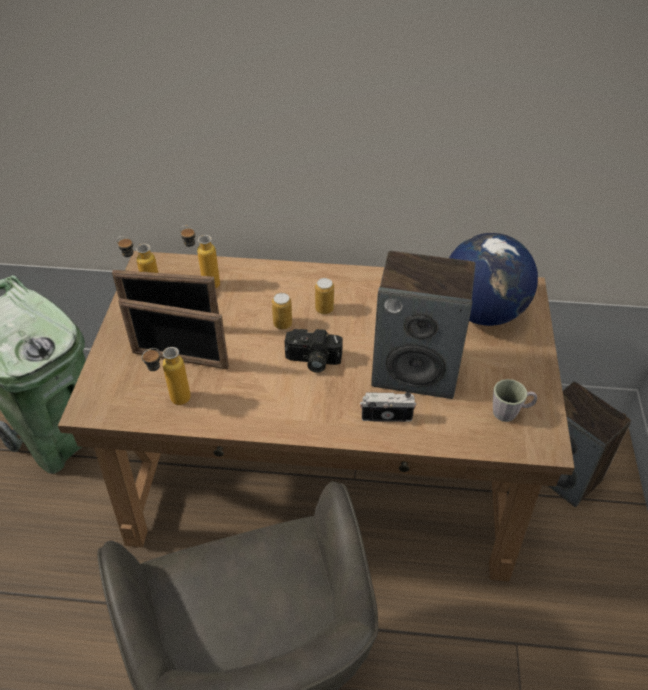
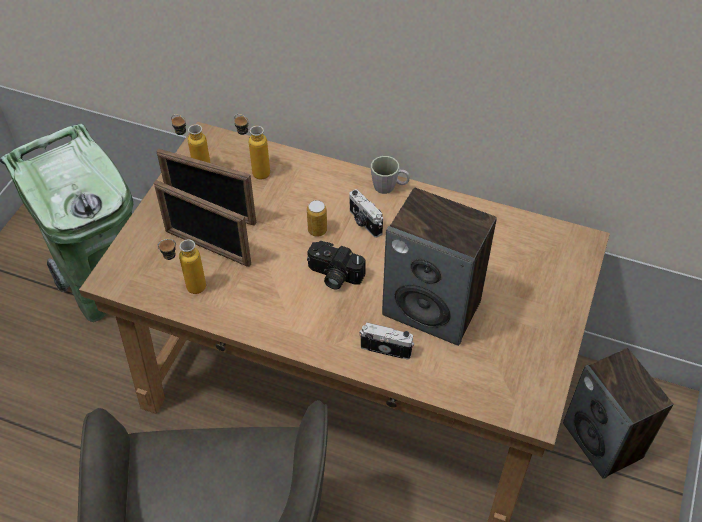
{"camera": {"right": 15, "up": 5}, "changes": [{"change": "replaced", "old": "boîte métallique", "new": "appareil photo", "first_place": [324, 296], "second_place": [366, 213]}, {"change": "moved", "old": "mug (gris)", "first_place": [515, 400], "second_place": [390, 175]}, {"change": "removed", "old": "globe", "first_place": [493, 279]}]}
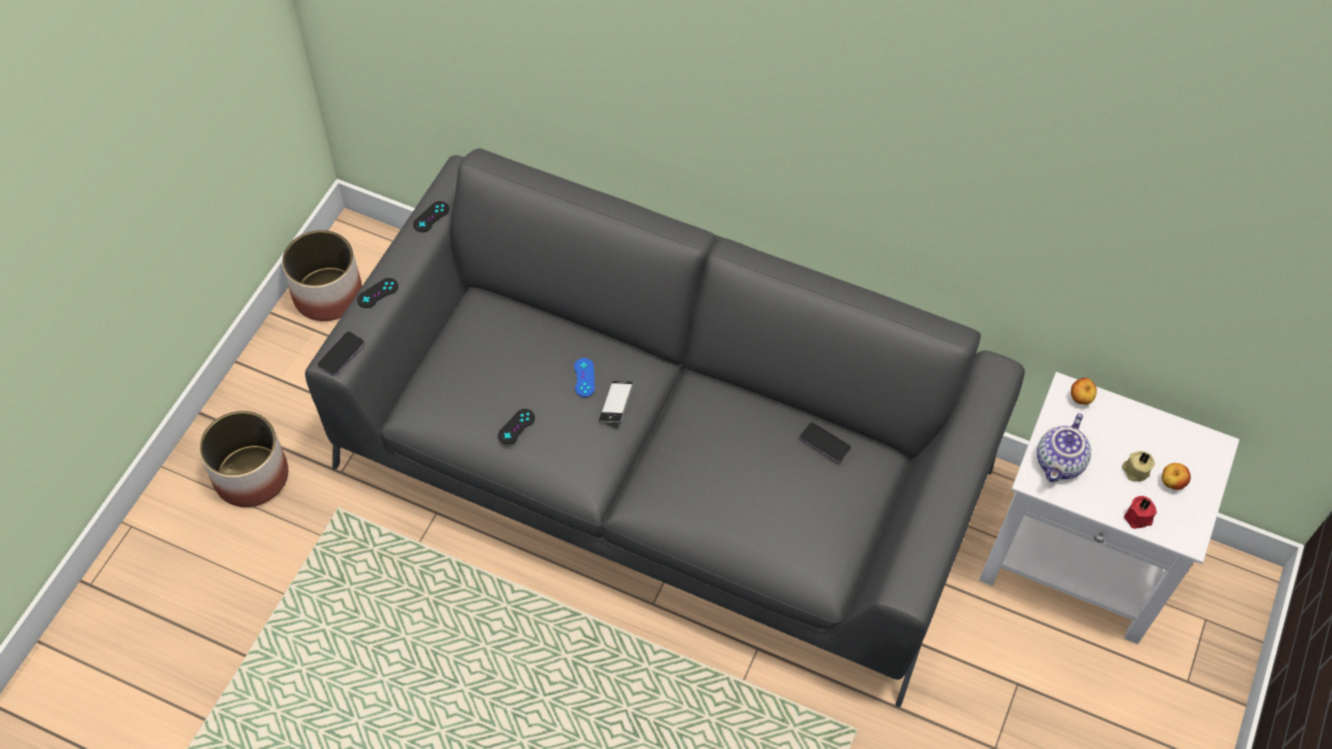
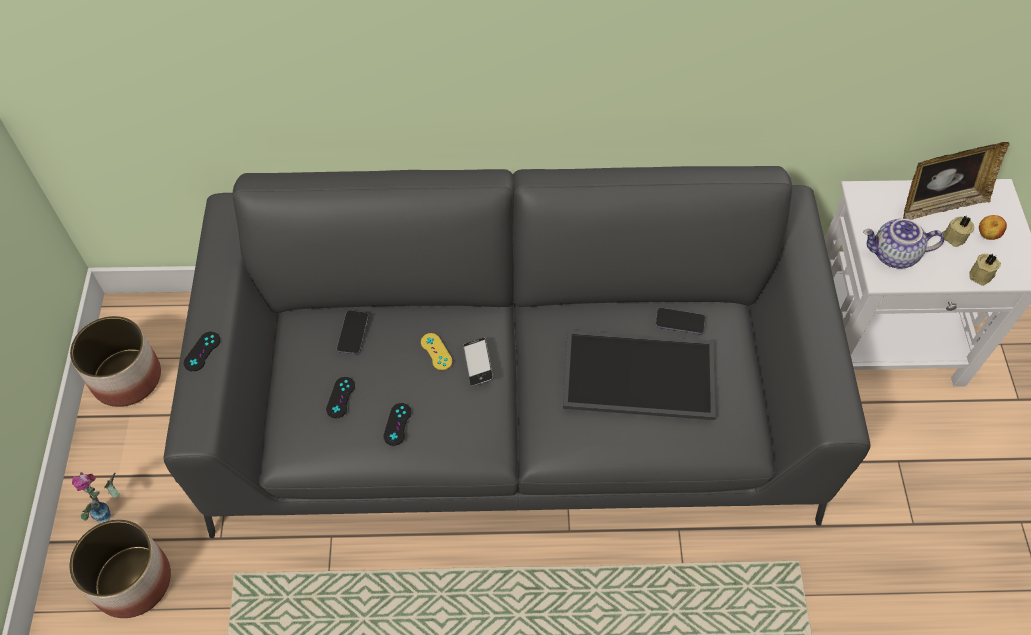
{"camera": {"right": -25, "up": 0}, "changes": [{"change": "added", "new": "vase", "second_place": [96, 497]}, {"change": "moved", "old": "manette (noir)", "first_place": [431, 216], "second_place": [340, 397]}, {"change": "moved", "old": "téléphone", "first_place": [341, 353], "second_place": [353, 332]}, {"change": "recoloured", "old": "manette (bleu)", "new": "manette (jaune)", "first_place": [584, 377], "second_place": [437, 351]}, {"change": "added", "new": "plateau", "second_place": [639, 375]}, {"change": "turned", "old": "théière", "first_place": [1064, 447], "second_place": [903, 244], "degrees": 90}, {"change": "added", "new": "cadre photo", "second_place": [956, 181]}, {"change": "recoloured", "old": "bougie (rouge)", "new": "bougie (beige)", "first_place": [1140, 512], "second_place": [985, 270]}, {"change": "removed", "old": "pomme", "first_place": [1084, 391]}]}
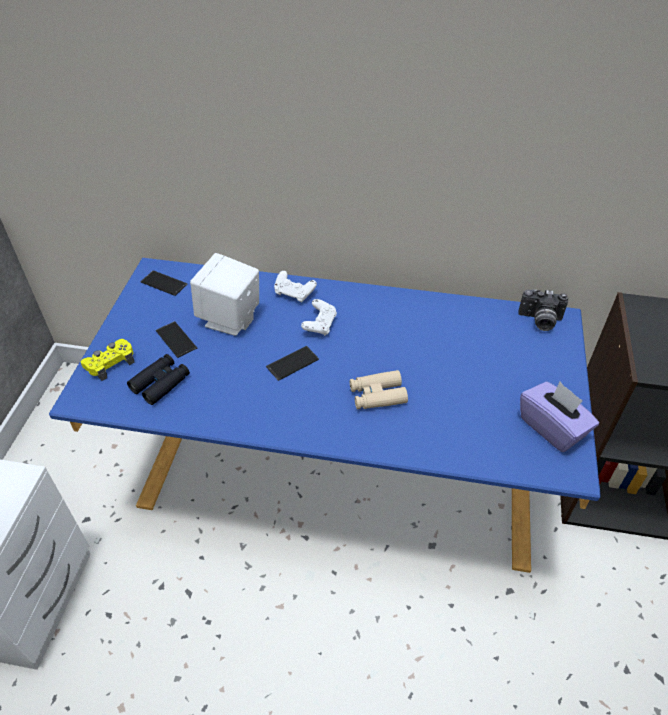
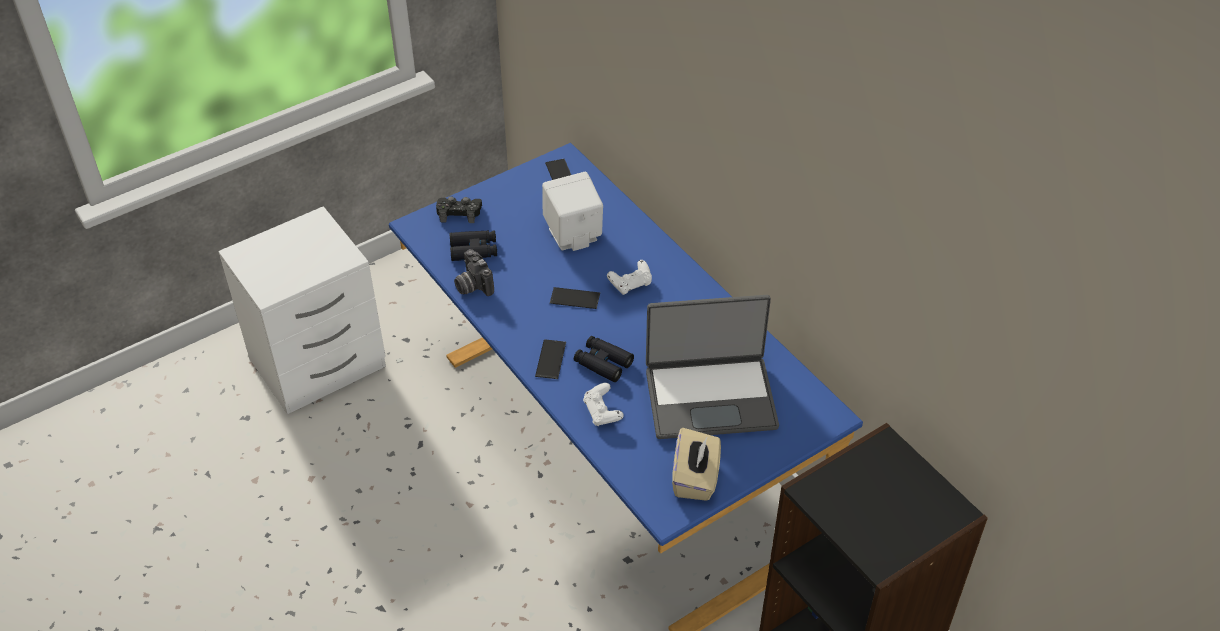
{"camera": {"right": 45, "up": 0}, "changes": [{"change": "recoloured", "old": "manette (jaune)", "new": "manette (noir)", "first_place": [107, 360], "second_place": [459, 210]}, {"change": "moved", "old": "appareil photo", "first_place": [543, 310], "second_place": [474, 272]}, {"change": "moved", "old": "téléphone", "first_place": [176, 339], "second_place": [550, 359]}, {"change": "recoloured", "old": "jumelles (beige)", "new": "jumelles (noir)", "first_place": [379, 389], "second_place": [604, 359]}, {"change": "moved", "old": "manette (blanc)", "first_place": [295, 286], "second_place": [603, 404]}, {"change": "added", "new": "ordinateur portable", "second_place": [712, 367]}, {"change": "recoloured", "old": "boîte à mouchoirs (violet)", "new": "boîte à mouchoirs (beige)", "first_place": [559, 416], "second_place": [696, 464]}]}
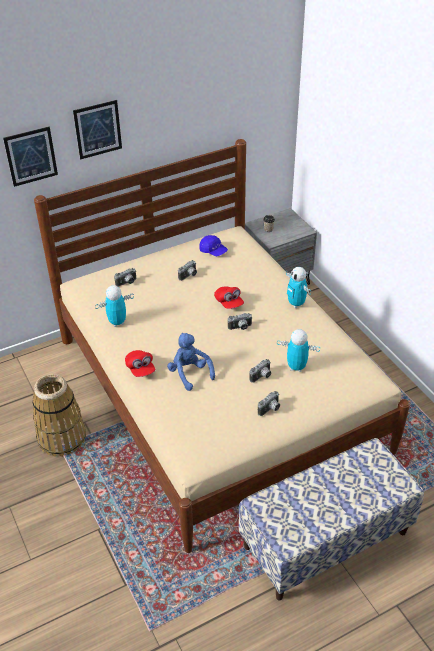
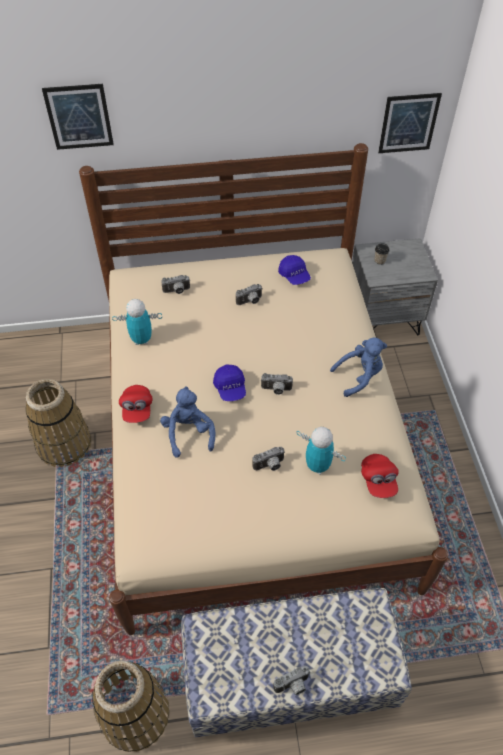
{"camera": {"right": 20, "up": 10}, "changes": [{"change": "added", "new": "panier", "second_place": [131, 706]}, {"change": "added", "new": "casquette (bleu)", "second_place": [229, 383]}, {"change": "moved", "old": "appareil photo", "first_place": [269, 403], "second_place": [291, 680]}, {"change": "replaced", "old": "robot jouet", "new": "peluche (bleu)", "first_place": [298, 287], "second_place": [358, 367]}, {"change": "moved", "old": "casquette (rouge)", "first_place": [229, 297], "second_place": [380, 476]}, {"change": "moved", "old": "tableau", "first_place": [97, 129], "second_place": [410, 123]}]}
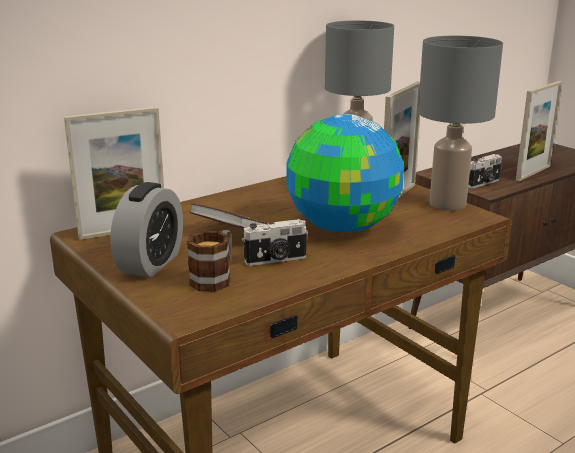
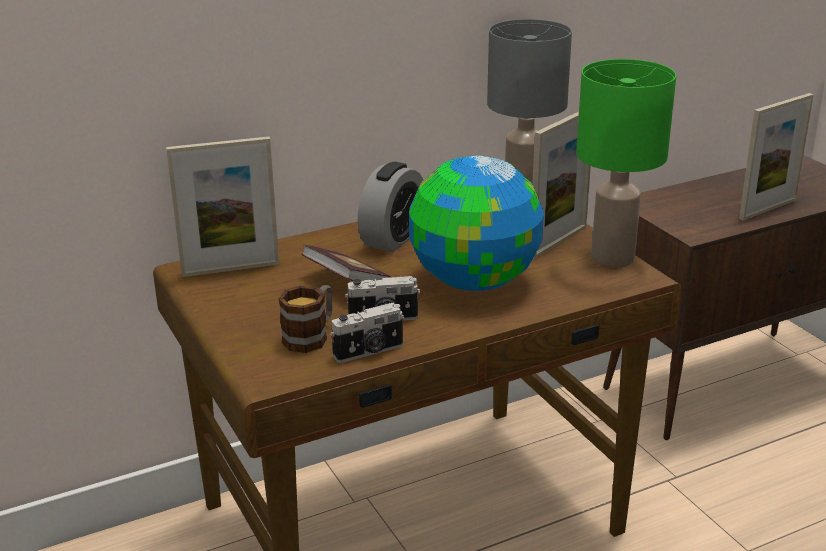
{"camera": {"right": 10, "up": 5}, "changes": [{"change": "moved", "old": "appareil photo", "first_place": [485, 171], "second_place": [367, 333]}, {"change": "moved", "old": "réveil", "first_place": [146, 229], "second_place": [390, 207]}, {"change": "recoloured", "old": "lampe de table (gris)", "new": "lampe de table (vert)", "first_place": [460, 123], "second_place": [626, 163]}]}
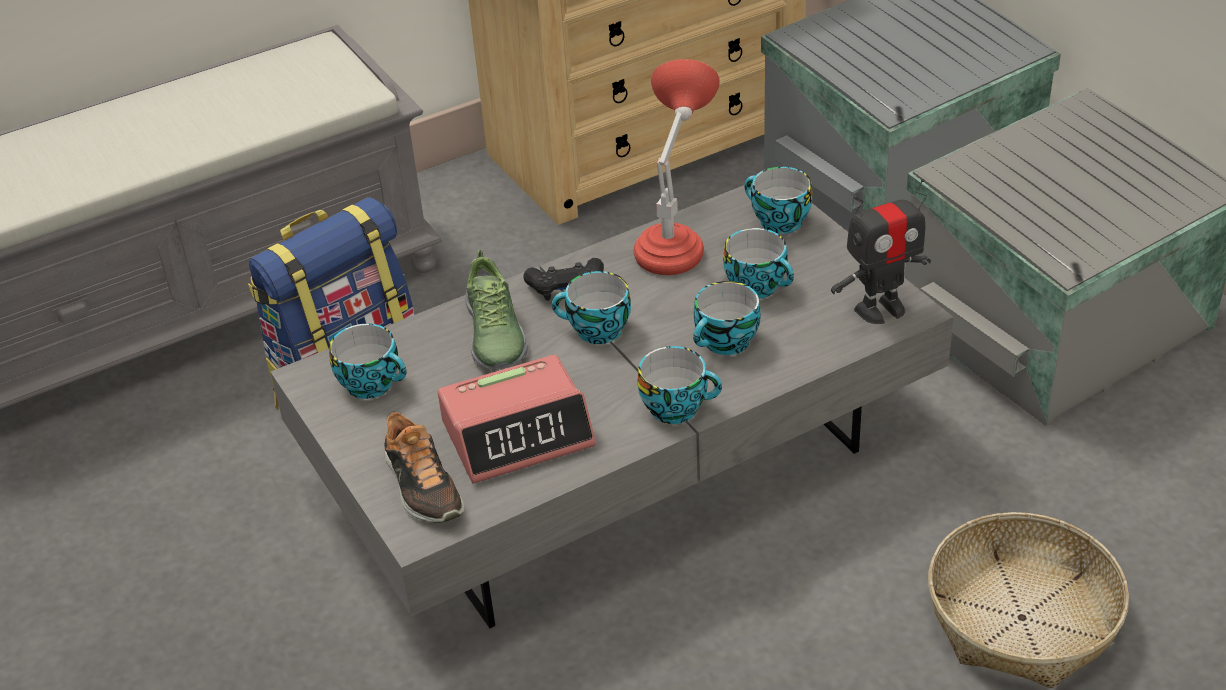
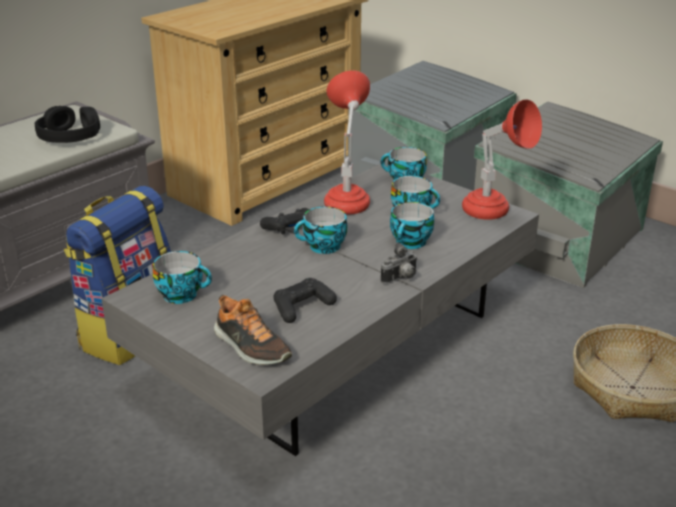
{"camera": {"right": -20, "up": -10}, "changes": [{"change": "added", "new": "casque audio (noir)", "second_place": [67, 124]}, {"change": "replaced", "old": "réveil", "new": "manette (noir)", "first_place": [517, 419], "second_place": [305, 300]}, {"change": "replaced", "old": "tasse", "new": "appareil photo", "first_place": [679, 385], "second_place": [399, 263]}, {"change": "replaced", "old": "robot jouet", "new": "lampe de table (rouge)", "first_place": [881, 251], "second_place": [502, 159]}, {"change": "removed", "old": "chaussure", "first_place": [496, 309]}]}
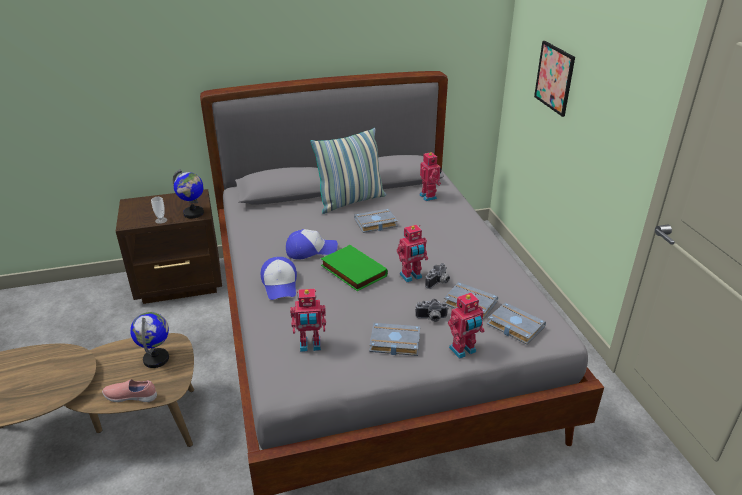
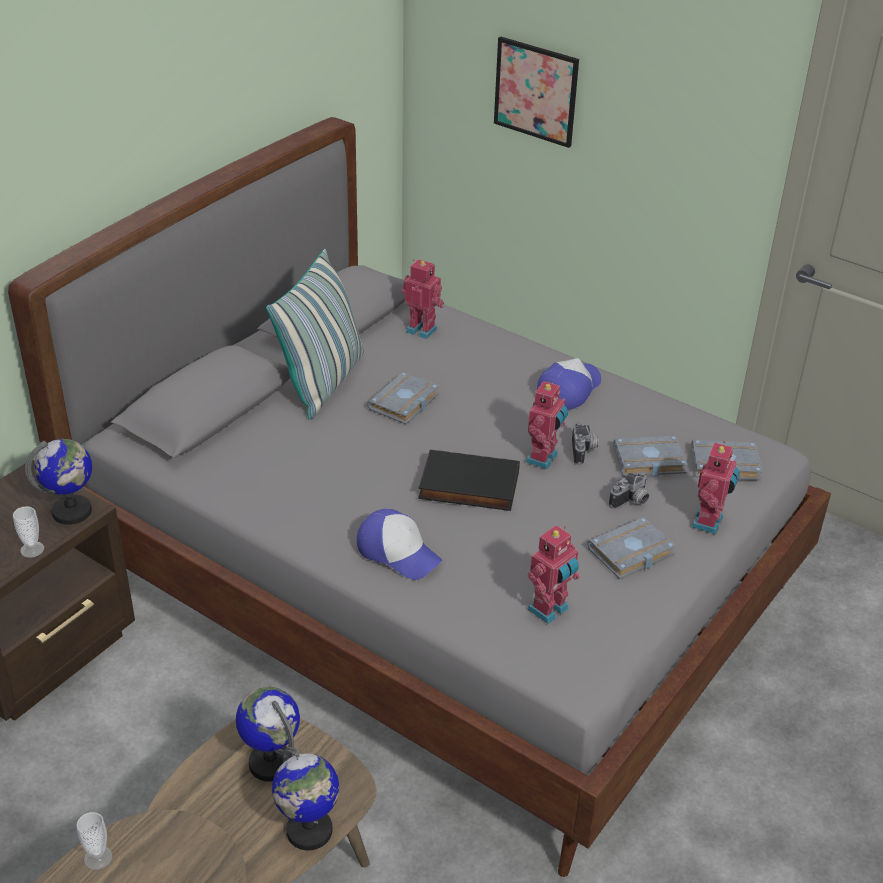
{"camera": {"right": -40, "up": 5}, "changes": [{"change": "added", "new": "tasse", "second_place": [94, 841]}, {"change": "replaced", "old": "chaussure (rose)", "new": "globe", "first_place": [129, 390], "second_place": [305, 799]}, {"change": "recoloured", "old": "livre (vert)", "new": "livre (noir)", "first_place": [354, 268], "second_place": [469, 480]}, {"change": "moved", "old": "casquette", "first_place": [312, 244], "second_place": [569, 384]}]}
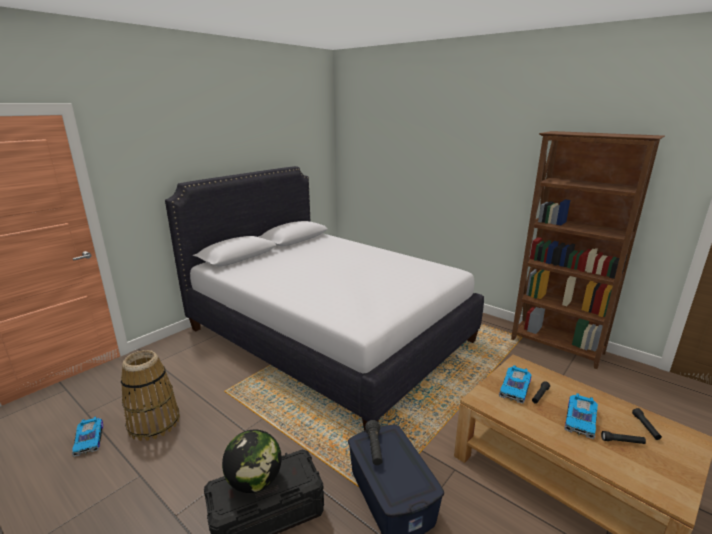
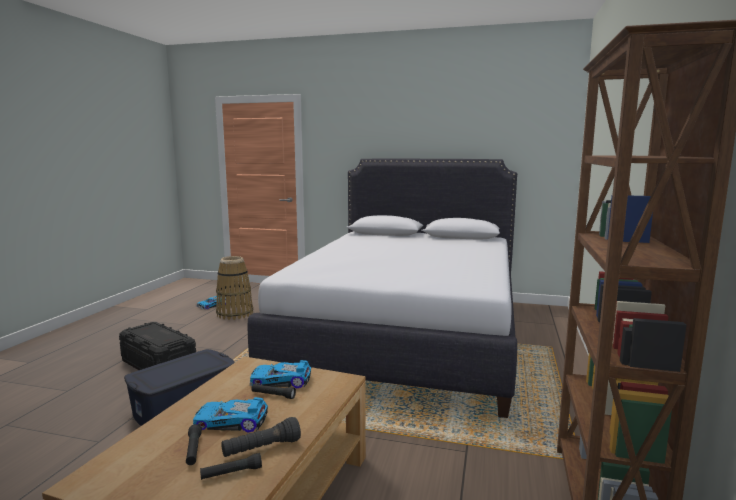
{"camera": {"right": 65, "up": -10}, "changes": [{"change": "moved", "old": "lampe de poche (noir)", "first_place": [374, 442], "second_place": [261, 437]}, {"change": "removed", "old": "globe", "first_place": [252, 461]}]}
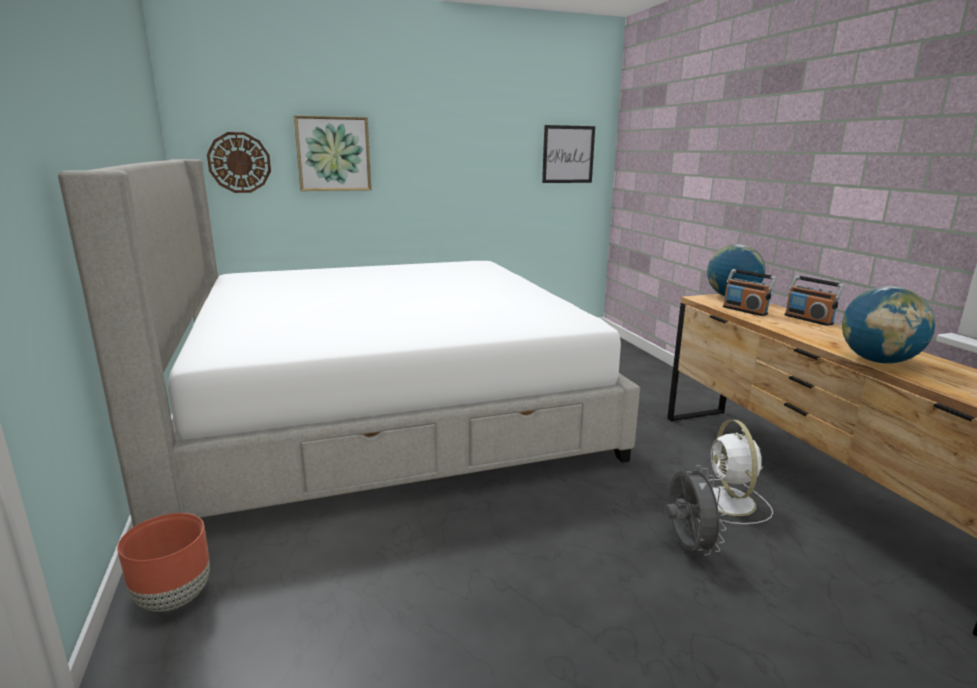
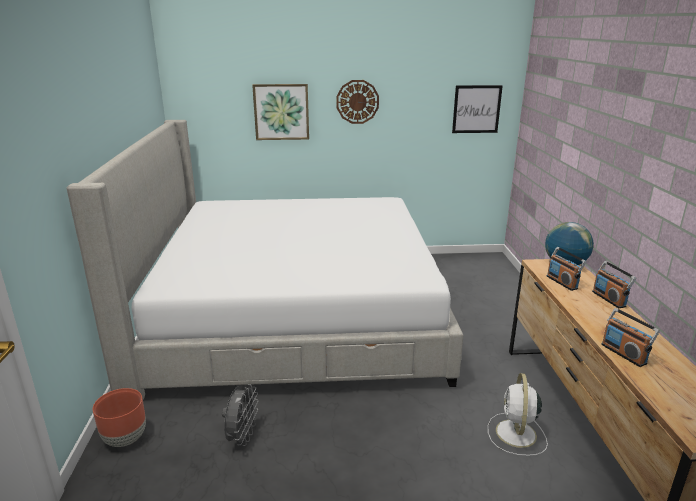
{"camera": {"right": 15, "up": 5}, "changes": [{"change": "moved", "old": "ventilateur (gris)", "first_place": [696, 510], "second_place": [240, 415]}, {"change": "moved", "old": "horloge murale", "first_place": [239, 162], "second_place": [357, 102]}, {"change": "replaced", "old": "globe", "new": "radio", "first_place": [888, 325], "second_place": [630, 337]}]}
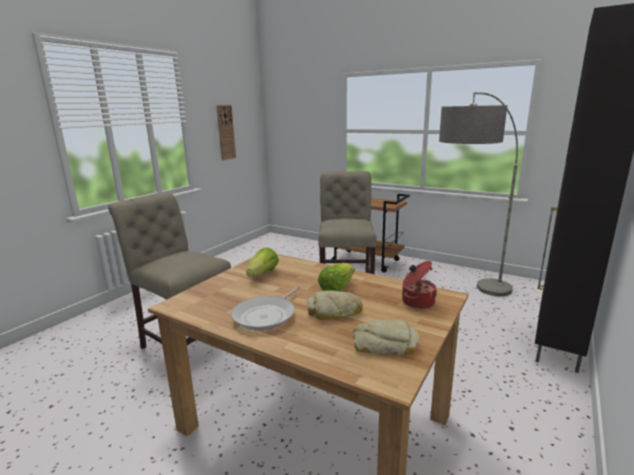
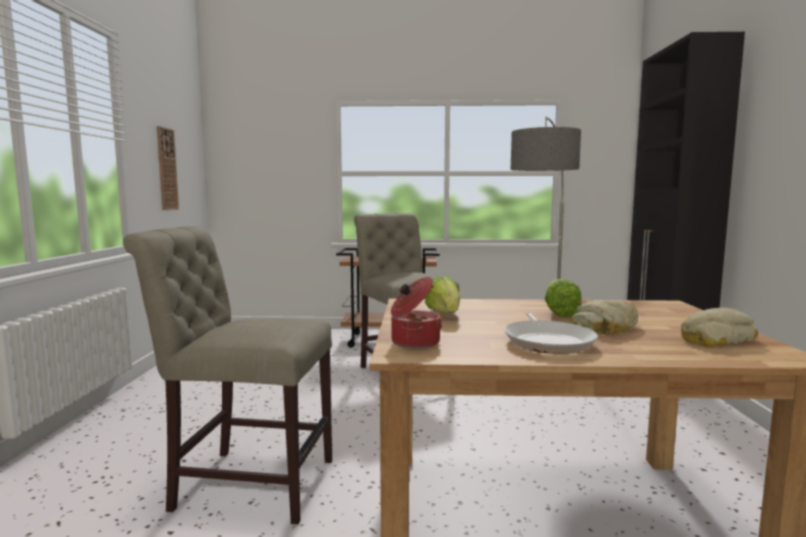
{"camera": {"right": -30, "up": -10}, "changes": [{"change": "moved", "old": "marmite", "first_place": [419, 285], "second_place": [416, 313]}]}
